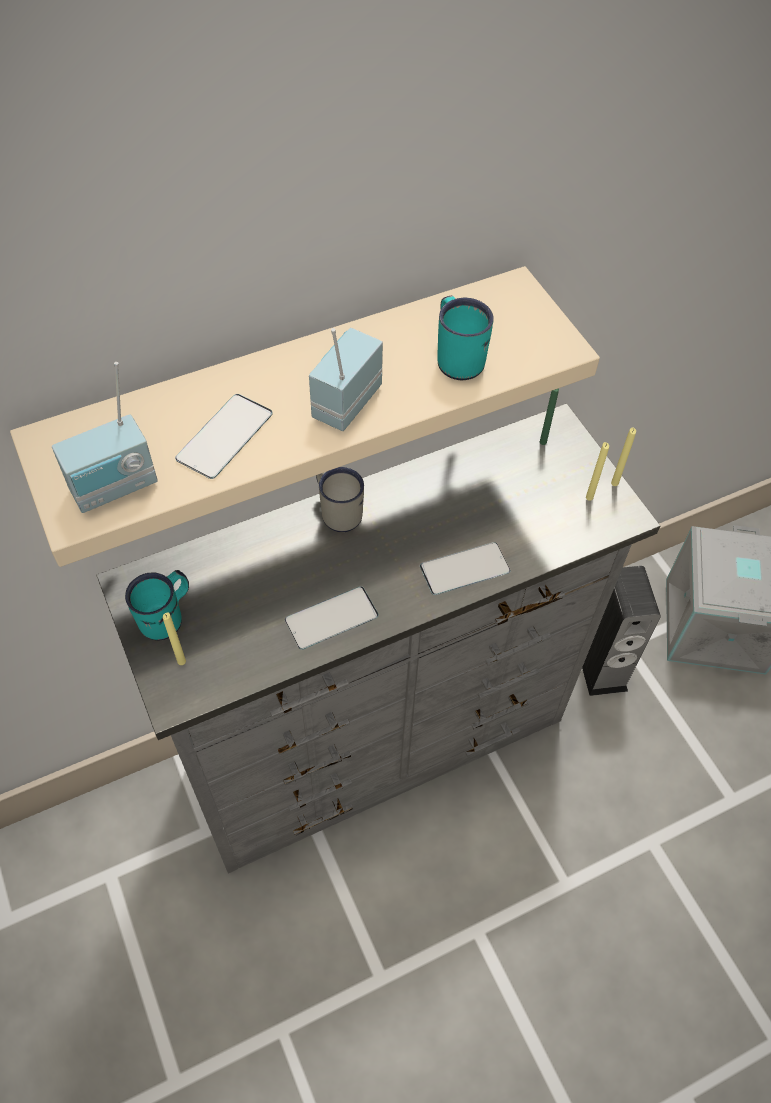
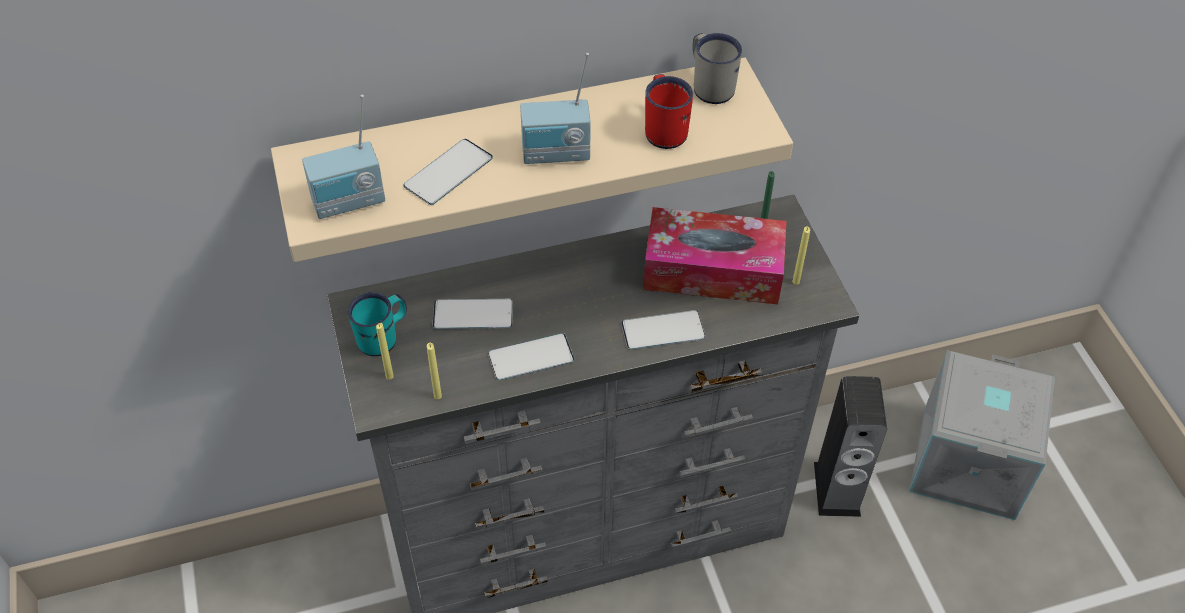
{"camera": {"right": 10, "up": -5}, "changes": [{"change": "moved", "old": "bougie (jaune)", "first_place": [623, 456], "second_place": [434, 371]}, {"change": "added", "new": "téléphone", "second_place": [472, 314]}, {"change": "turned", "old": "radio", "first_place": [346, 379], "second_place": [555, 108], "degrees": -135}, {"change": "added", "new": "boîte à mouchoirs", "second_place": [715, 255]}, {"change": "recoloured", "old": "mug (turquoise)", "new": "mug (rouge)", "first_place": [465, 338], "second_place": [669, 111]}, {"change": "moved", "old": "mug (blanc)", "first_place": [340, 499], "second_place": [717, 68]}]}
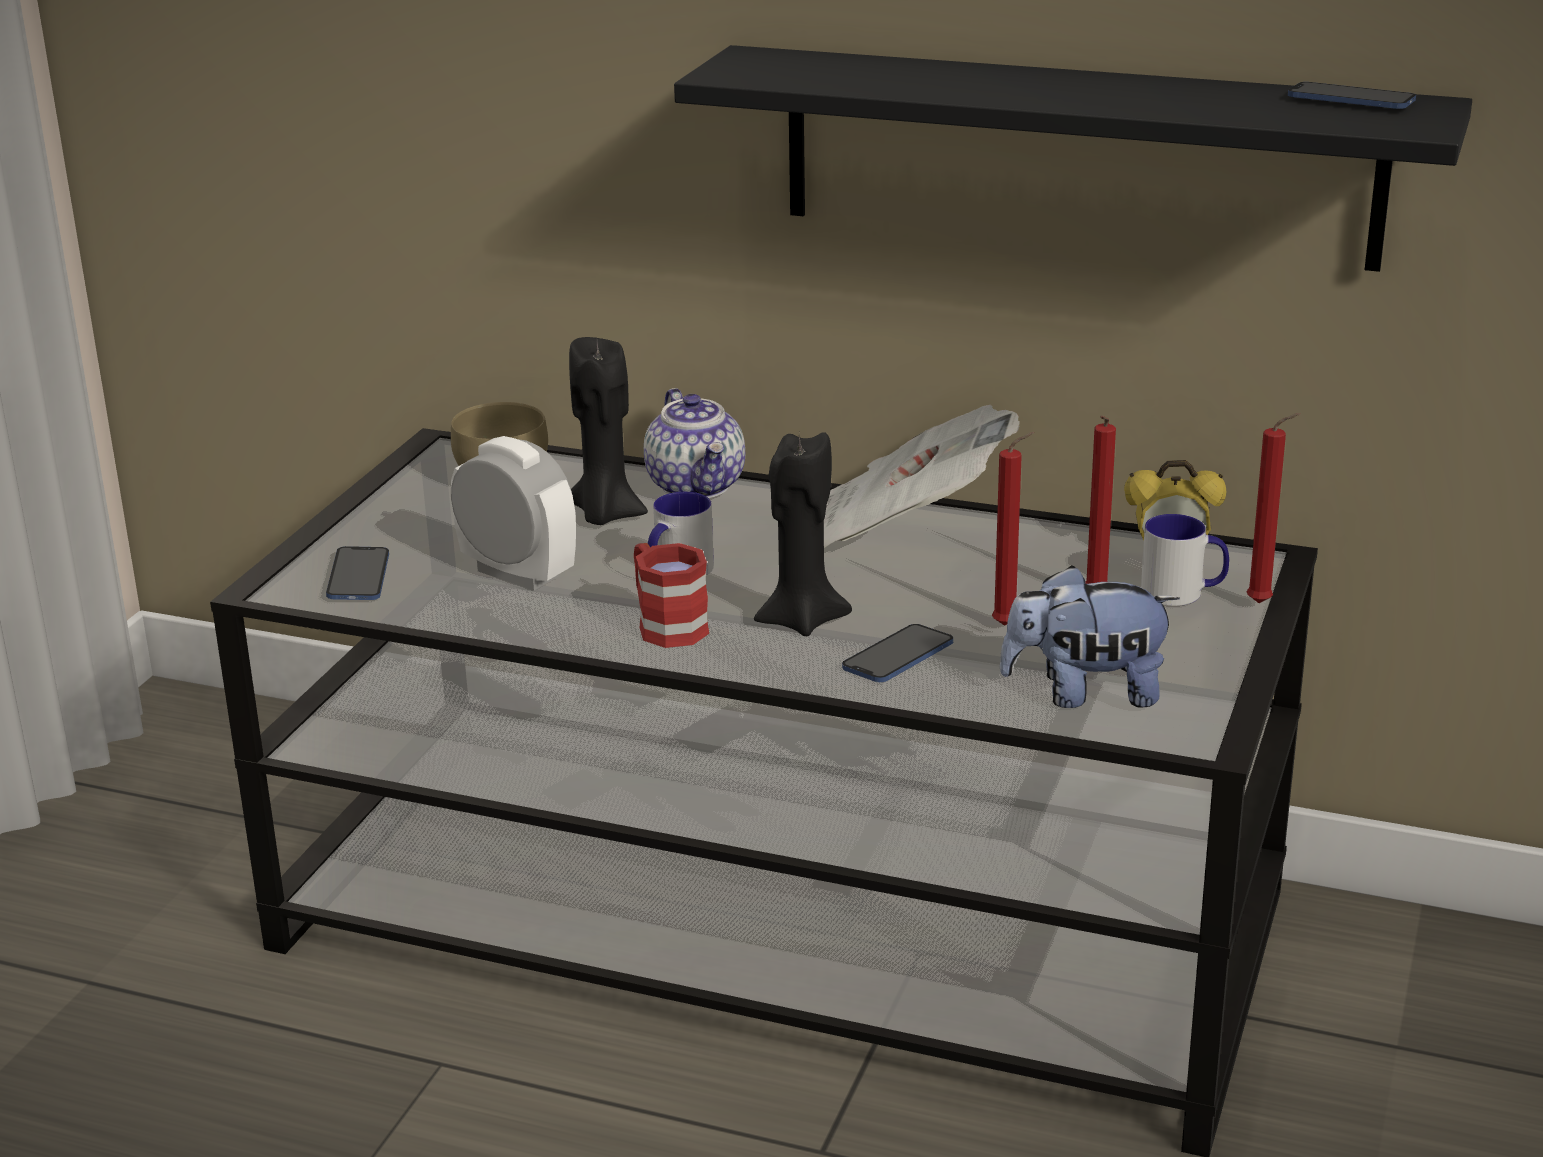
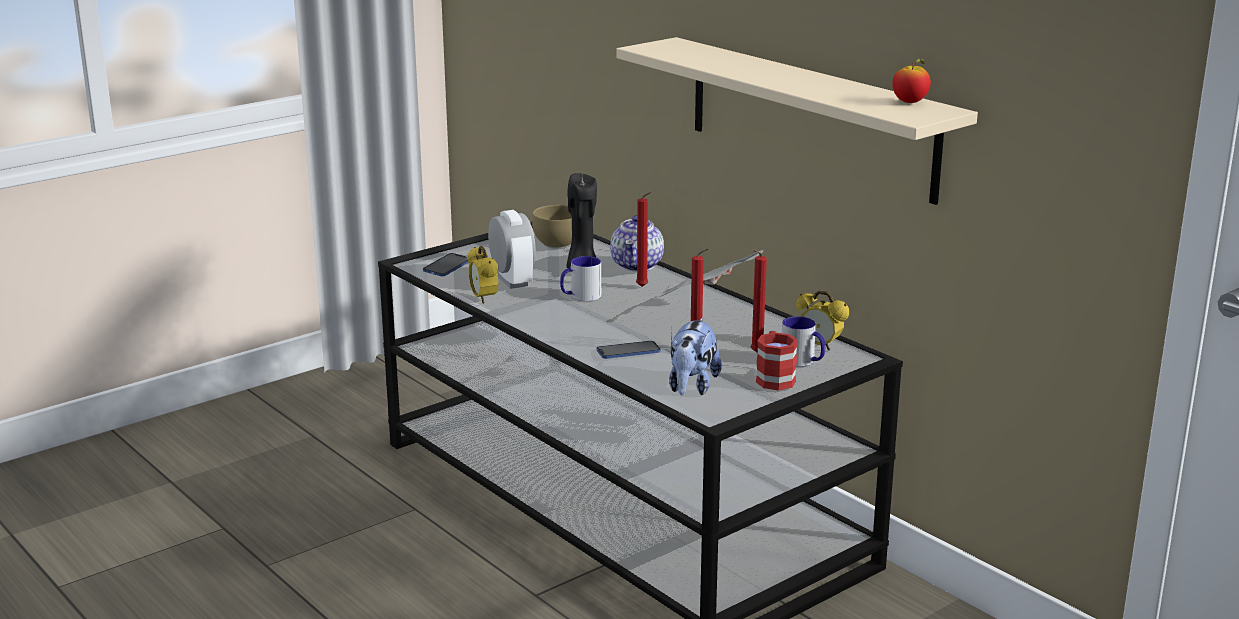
{"camera": {"right": 30, "up": -5}, "changes": [{"change": "added", "new": "réveil", "second_place": [483, 275]}, {"change": "recoloured", "old": "étagère (noir)", "new": "étagère (beige)", "first_place": [1073, 158], "second_place": [797, 121]}, {"change": "moved", "old": "bougie (rouge)", "first_place": [1273, 508], "second_place": [643, 239]}, {"change": "turned", "old": "peluche", "first_place": [1089, 636], "second_place": [695, 356], "degrees": -105}, {"change": "moved", "old": "mug (rouge)", "first_place": [671, 595], "second_place": [777, 360]}, {"change": "replaced", "old": "téléphone", "new": "pomme", "first_place": [1352, 95], "second_place": [911, 81]}, {"change": "removed", "old": "bougie (noir)", "first_place": [803, 534]}]}
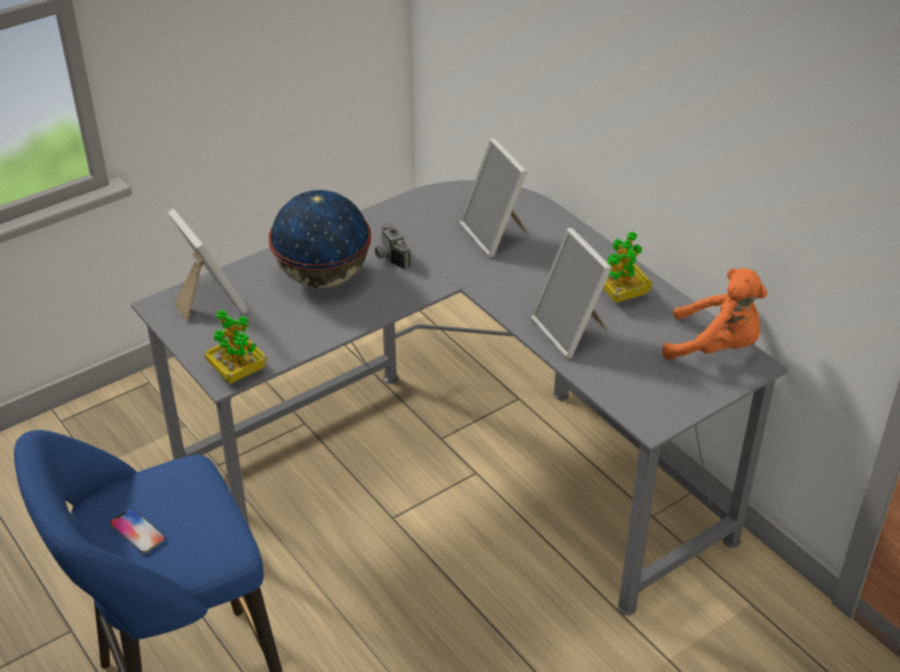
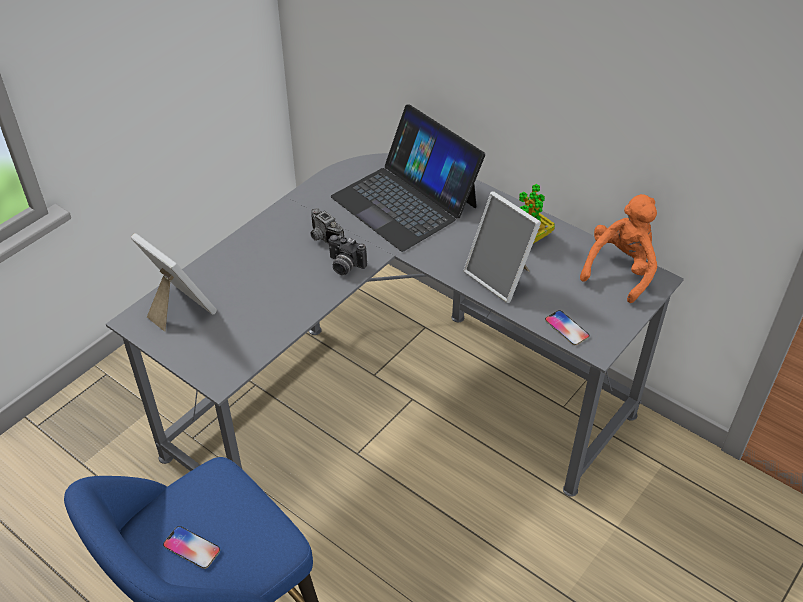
{"camera": {"right": -15, "up": 5}, "changes": [{"change": "added", "new": "appareil photo", "second_place": [348, 255]}, {"change": "replaced", "old": "cadre photo", "new": "ordinateur portable", "first_place": [494, 197], "second_place": [408, 178]}, {"change": "added", "new": "téléphone", "second_place": [567, 327]}, {"change": "turned", "old": "peluche (orange)", "first_place": [715, 314], "second_place": [618, 248], "degrees": -60}, {"change": "removed", "old": "plante en pot", "first_place": [236, 346]}, {"change": "removed", "old": "globe", "first_place": [320, 239]}]}
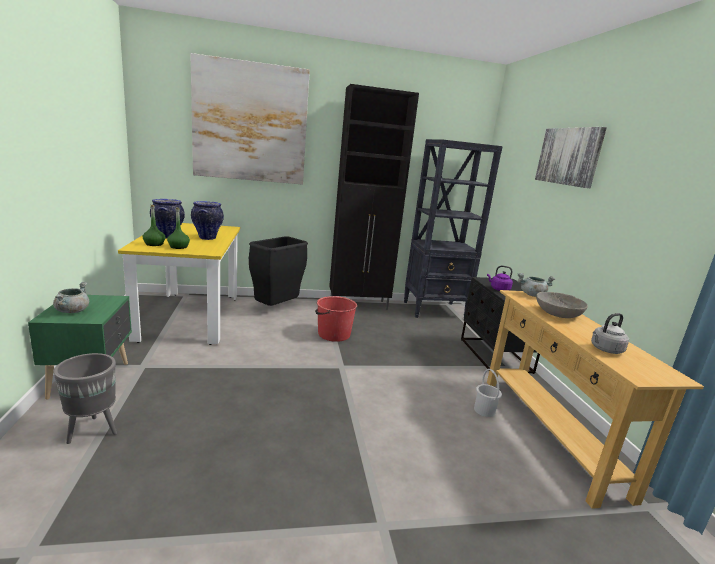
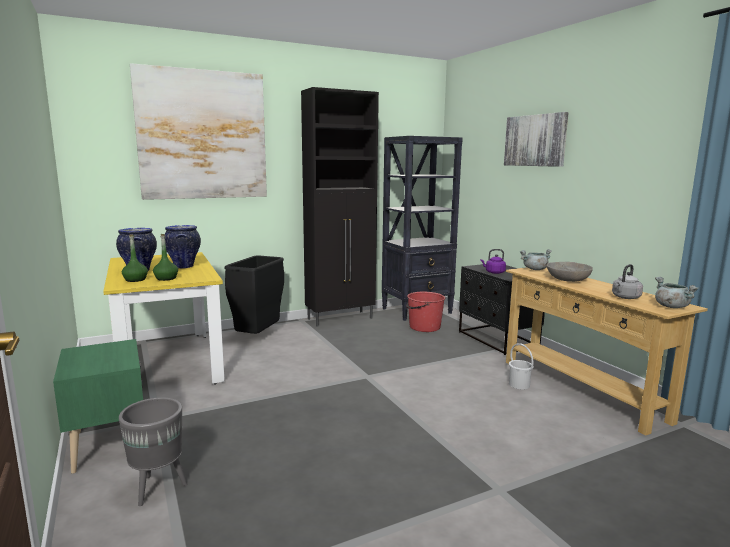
{"camera": {"right": -15, "up": -5}, "changes": [{"change": "moved", "old": "seau (rouge)", "first_place": [336, 319], "second_place": [425, 312]}, {"change": "moved", "old": "marmite (gris)", "first_place": [71, 297], "second_place": [677, 292]}]}
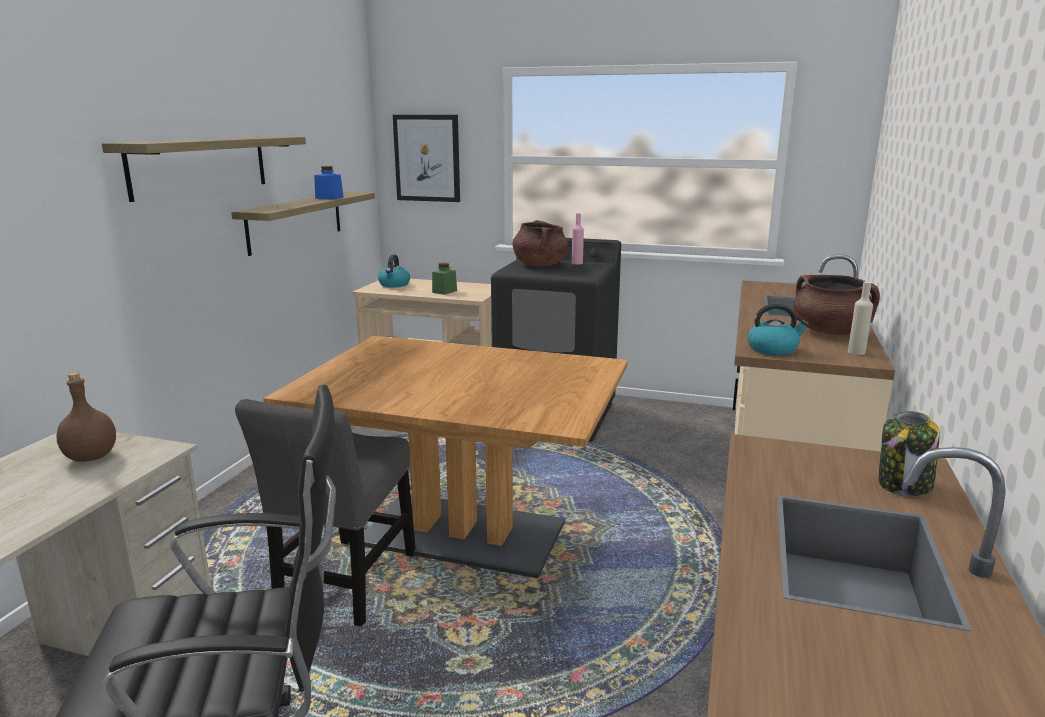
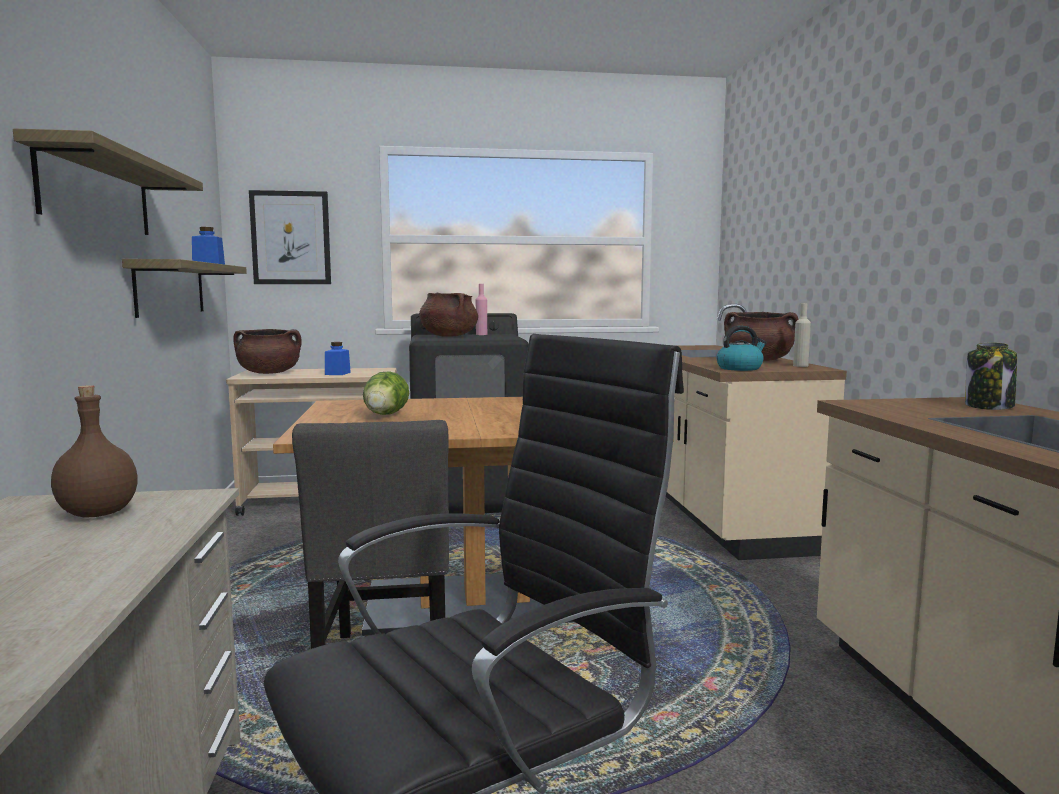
{"camera": {"right": -25, "up": -10}, "changes": [{"change": "replaced", "old": "bouilloire", "new": "marmite (marron)", "first_place": [394, 271], "second_place": [267, 351]}, {"change": "recoloured", "old": "bocal (vert)", "new": "bocal (bleu)", "first_place": [444, 279], "second_place": [338, 358]}, {"change": "added", "new": "laitue", "second_place": [386, 393]}]}
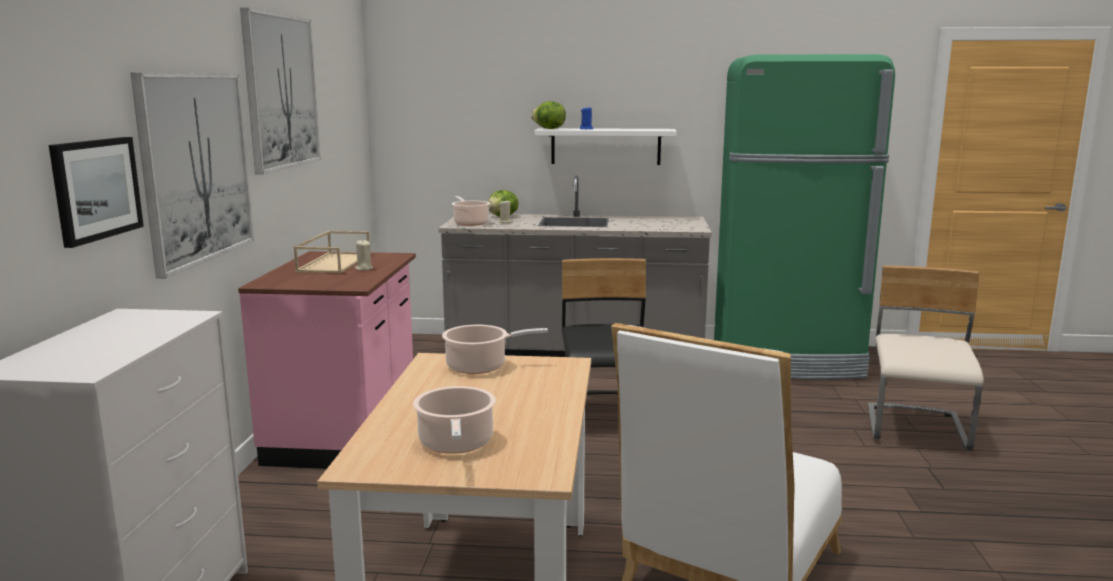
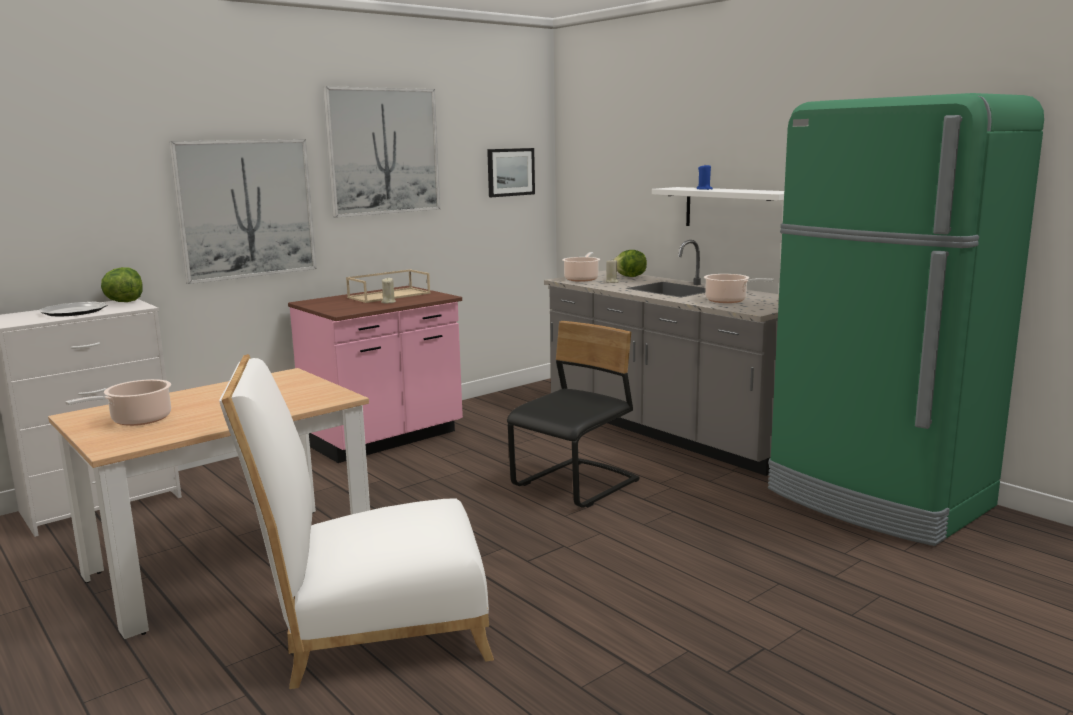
{"camera": {"right": 45, "up": 0}, "changes": [{"change": "added", "new": "assiette", "second_place": [73, 309]}, {"change": "moved", "old": "laitue", "first_place": [548, 115], "second_place": [122, 284]}, {"change": "moved", "old": "tableau", "first_place": [96, 192], "second_place": [511, 172]}, {"change": "moved", "old": "marmite", "first_place": [495, 349], "second_place": [739, 288]}, {"change": "removed", "old": "chaise (beige)", "first_place": [926, 358]}]}
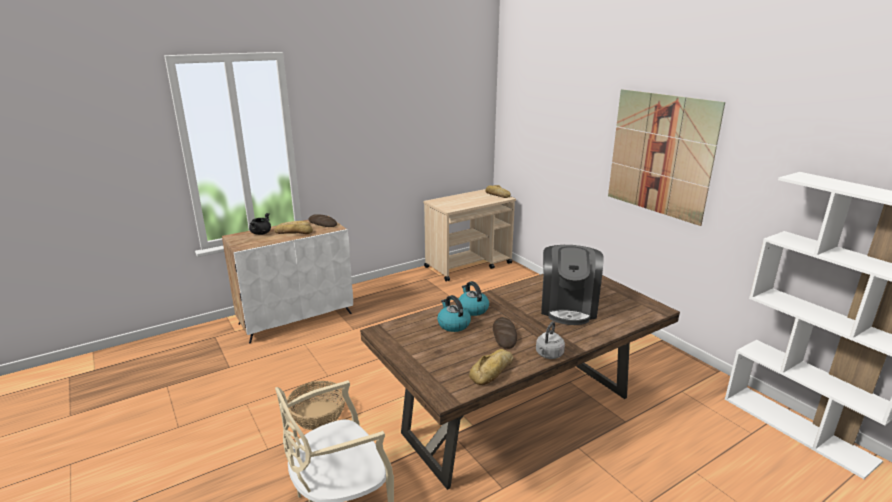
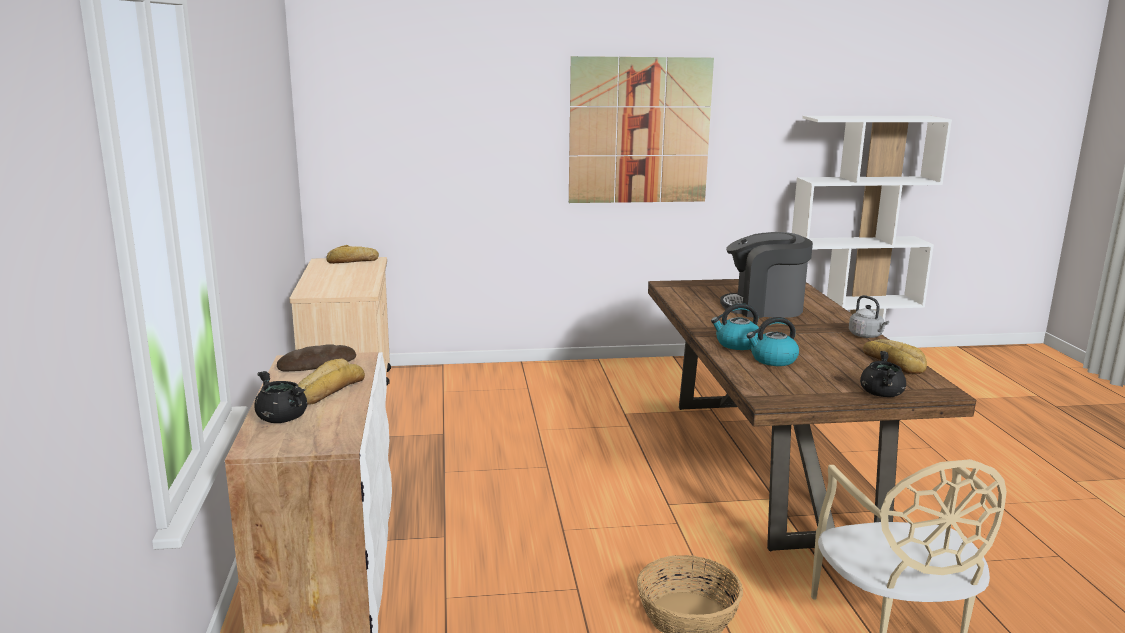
{"camera": {"right": -65, "up": -5}, "changes": [{"change": "turned", "old": "machine à café", "first_place": [572, 285], "second_place": [766, 275], "degrees": 150}, {"change": "added", "new": "marmite (noir)", "second_place": [883, 374]}, {"change": "removed", "old": "pain", "first_place": [505, 333]}]}
